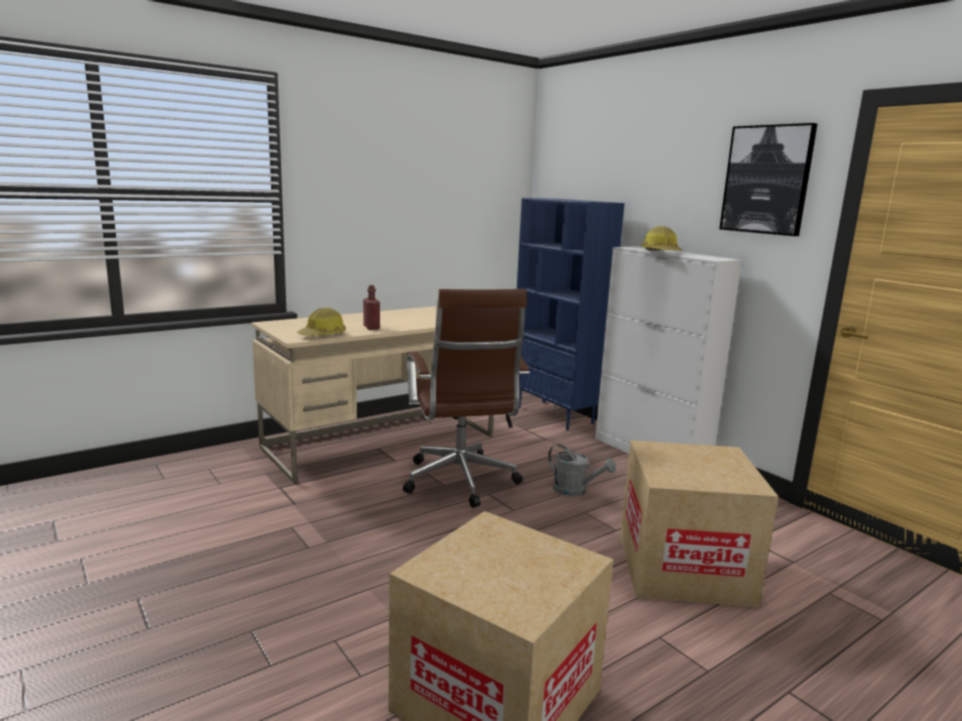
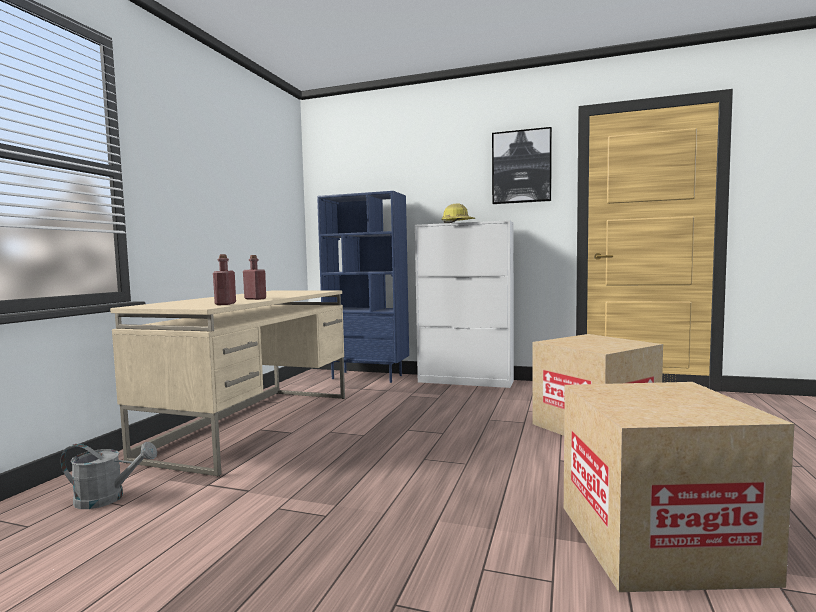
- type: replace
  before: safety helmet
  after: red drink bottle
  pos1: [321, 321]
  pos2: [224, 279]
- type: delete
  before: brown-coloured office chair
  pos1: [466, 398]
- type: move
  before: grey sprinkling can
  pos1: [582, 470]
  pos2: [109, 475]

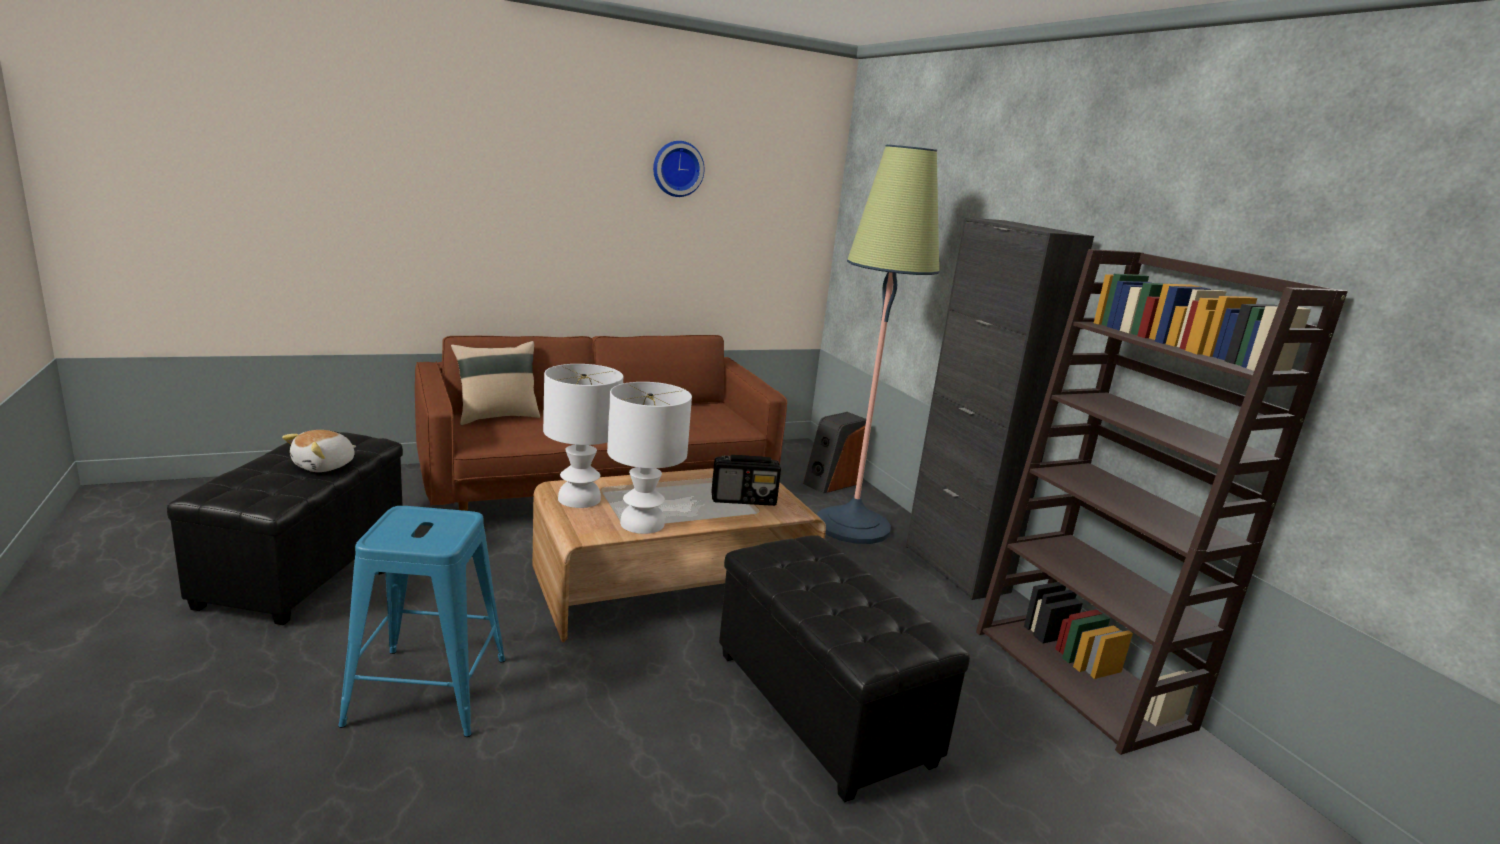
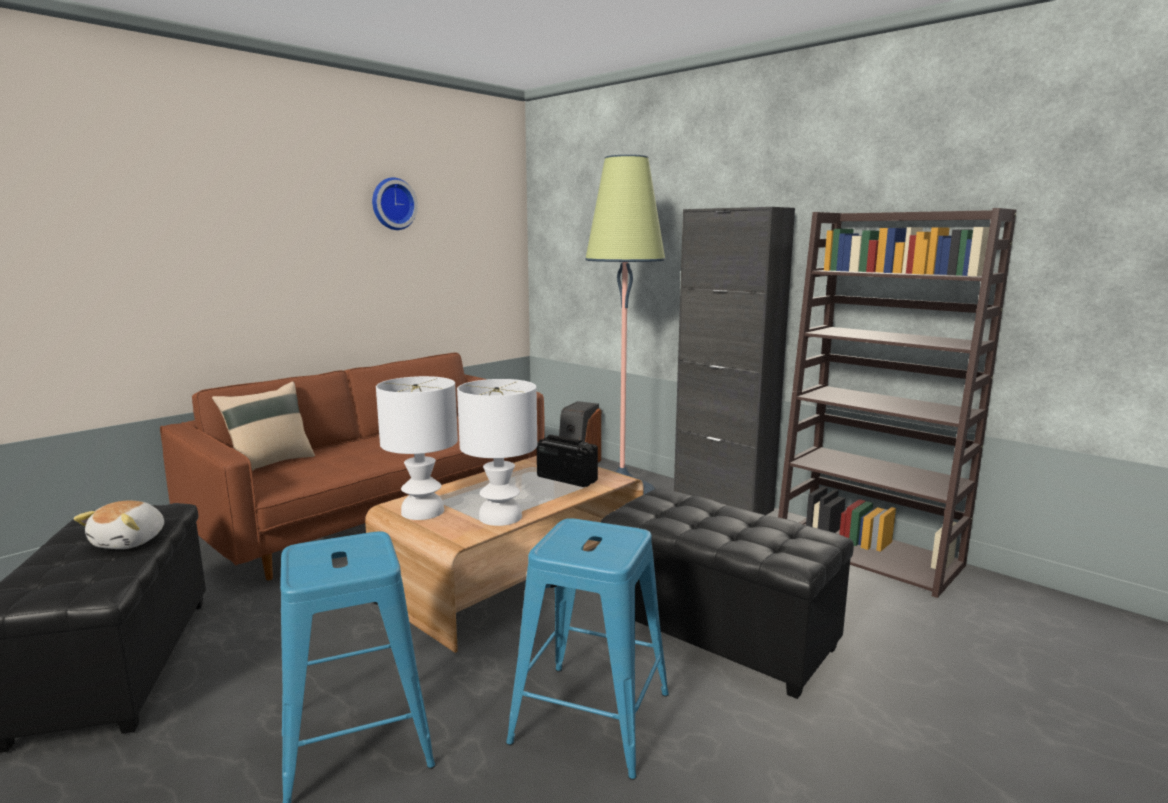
- type: rotate
  before: radio receiver
  pos1: [746, 480]
  pos2: [567, 461]
  turn: -120
- type: insert
  after: bluish stool seat
  pos2: [587, 649]

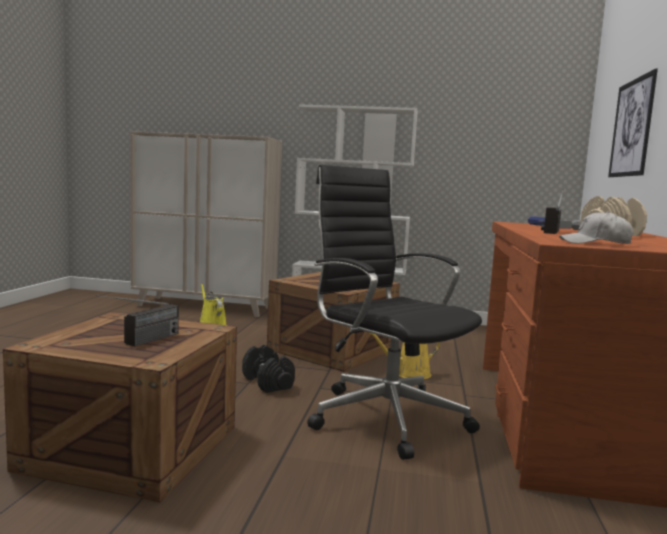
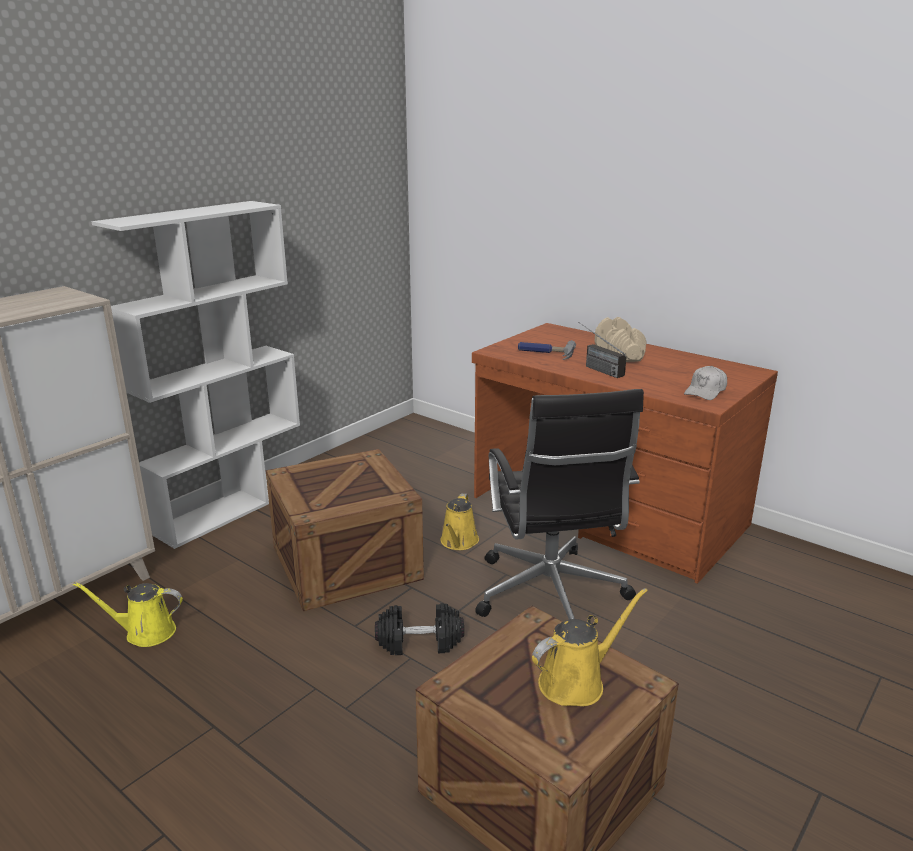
- type: replace
  before: radio receiver
  after: yellowish sprinkling can
  pos1: [138, 320]
  pos2: [590, 647]
- type: rotate
  before: black-coloured office chair
  pos1: [394, 312]
  pos2: [559, 504]
  turn: -90
- type: delete
  before: picture
  pos1: [633, 123]

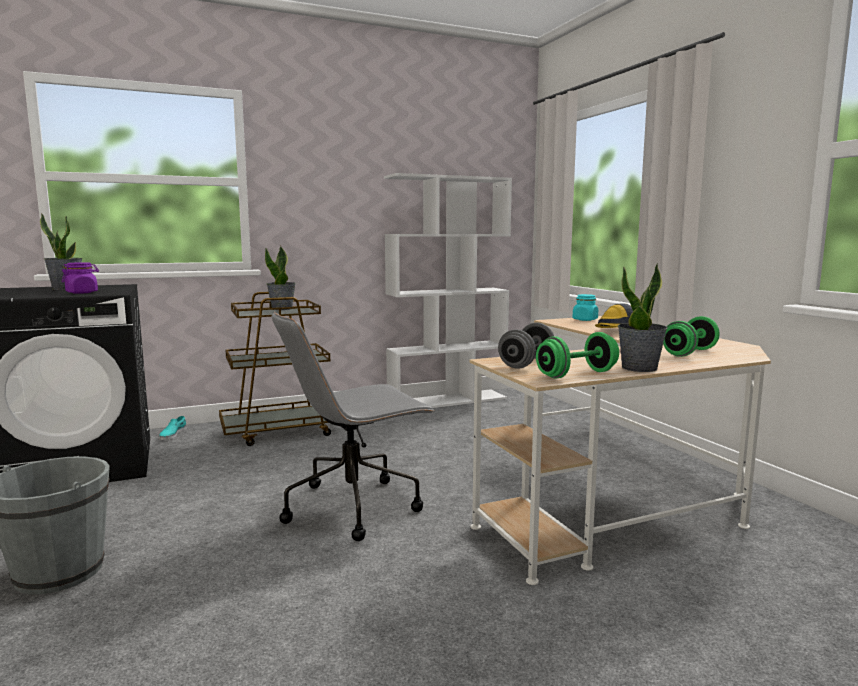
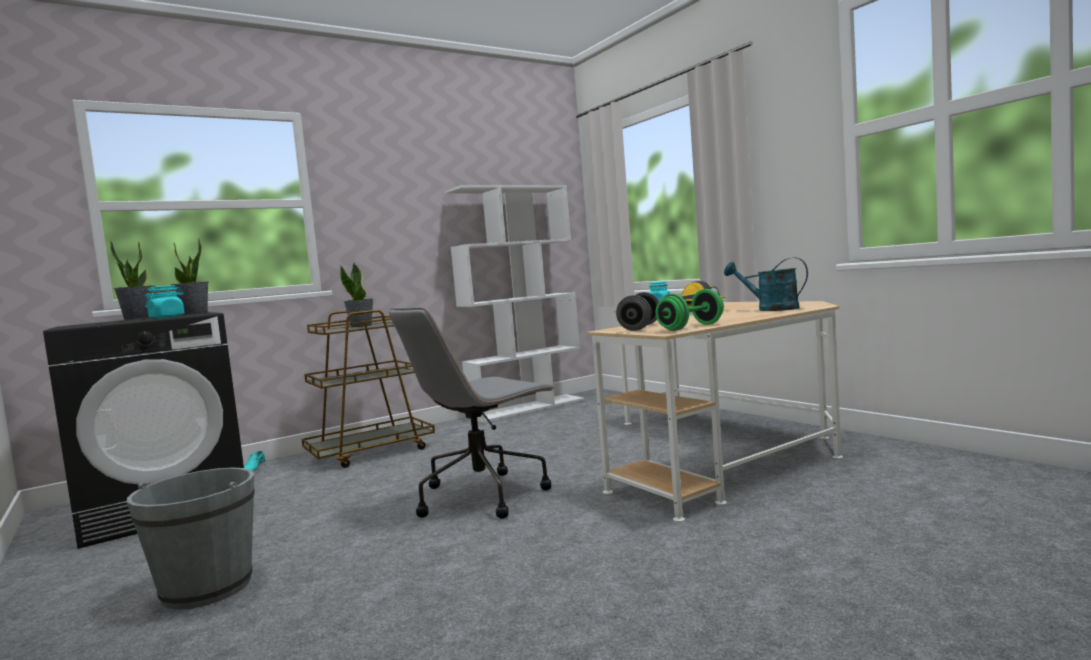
- type: recolor
  before: purplish jar
  after: blue-green jar
  pos1: [80, 278]
  pos2: [165, 301]
- type: move
  before: houseplant
  pos1: [643, 317]
  pos2: [189, 276]
- type: replace
  before: green-coloured dumbbell
  after: blue-green sprinkling can
  pos1: [691, 336]
  pos2: [766, 284]

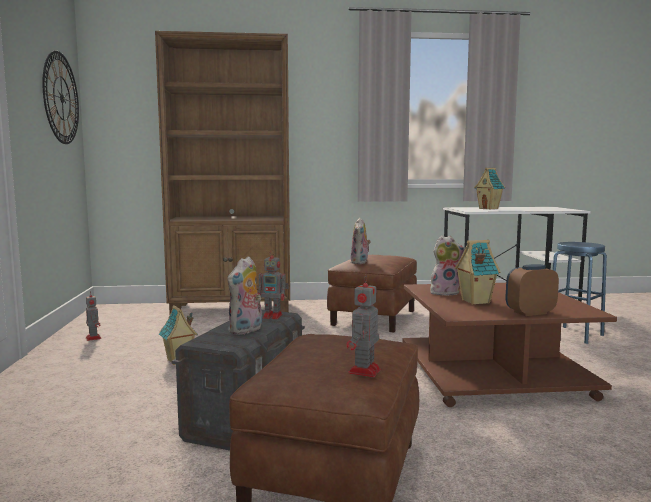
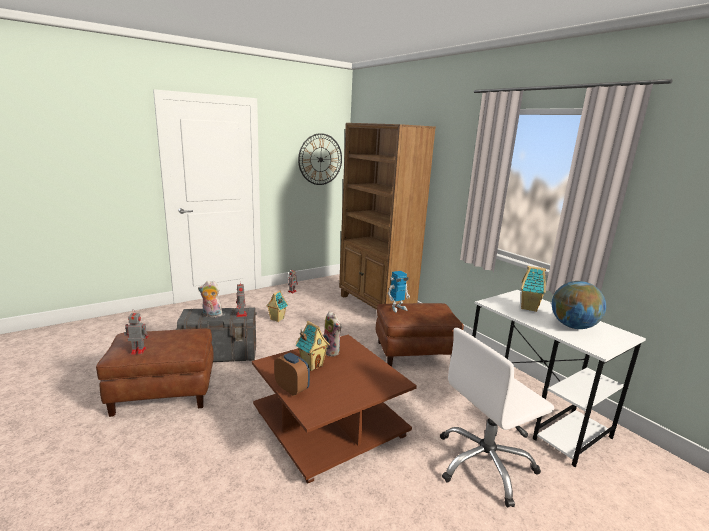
- type: replace
  before: soft toy
  after: robot figure
  pos1: [360, 241]
  pos2: [398, 292]
- type: replace
  before: bluish stool seat
  after: white-coloured office chair
  pos1: [579, 293]
  pos2: [497, 418]
- type: insert
  after: desk globe
  pos2: [579, 305]

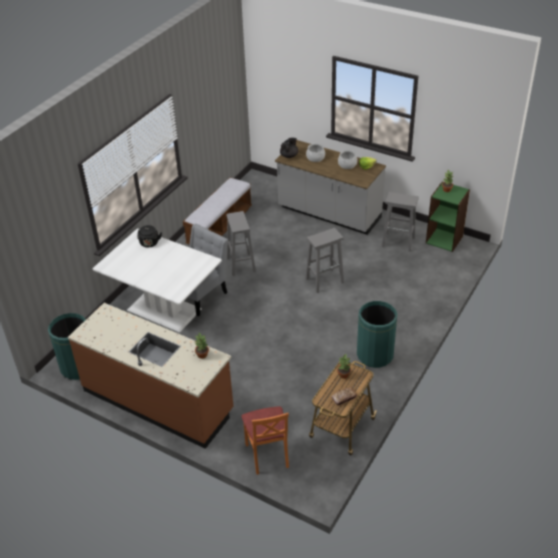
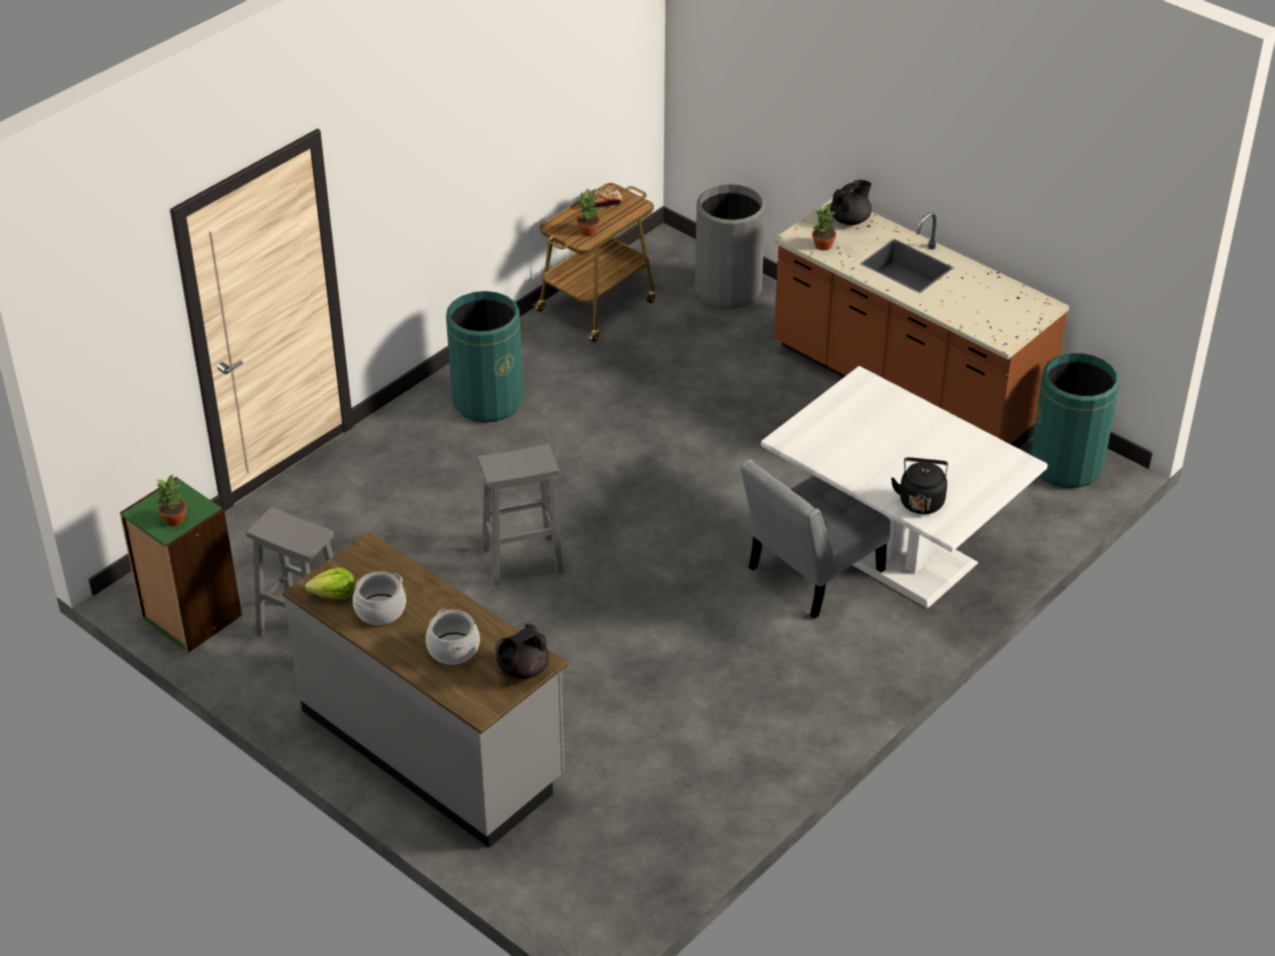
- type: delete
  before: long seat
  pos1: [217, 210]
- type: delete
  before: grey stool seat
  pos1: [241, 243]
- type: replace
  before: orangey plain chair
  after: grey rubbish bin
  pos1: [265, 440]
  pos2: [730, 246]
- type: insert
  after: black-coloured tea pot
  pos2: [851, 202]

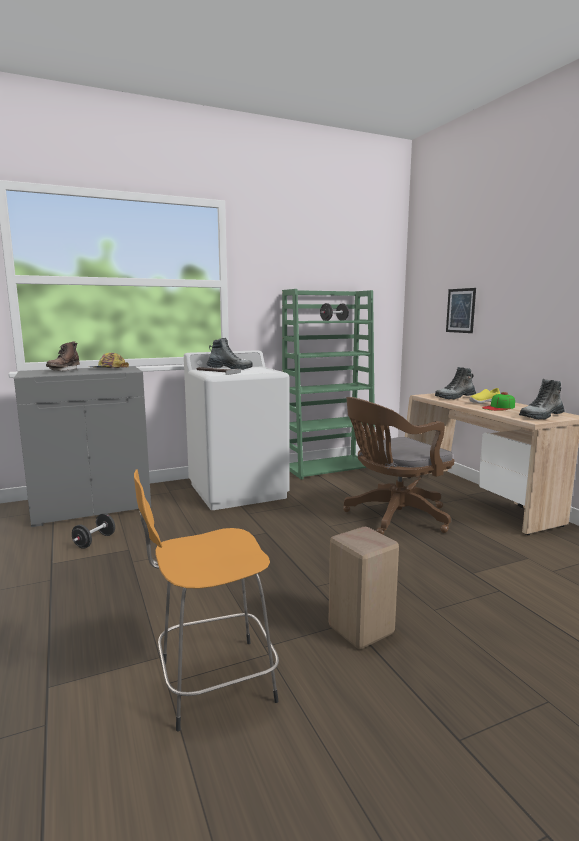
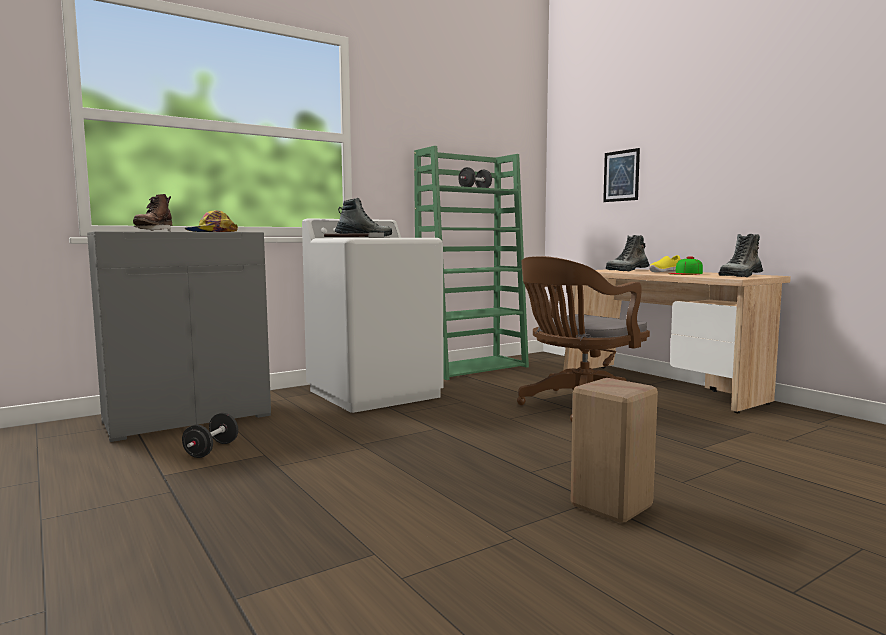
- type: delete
  before: orangey stool seat
  pos1: [206, 600]

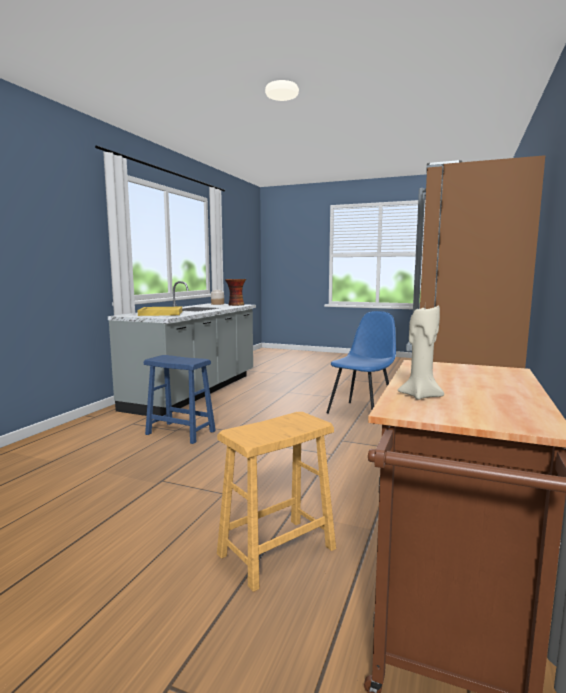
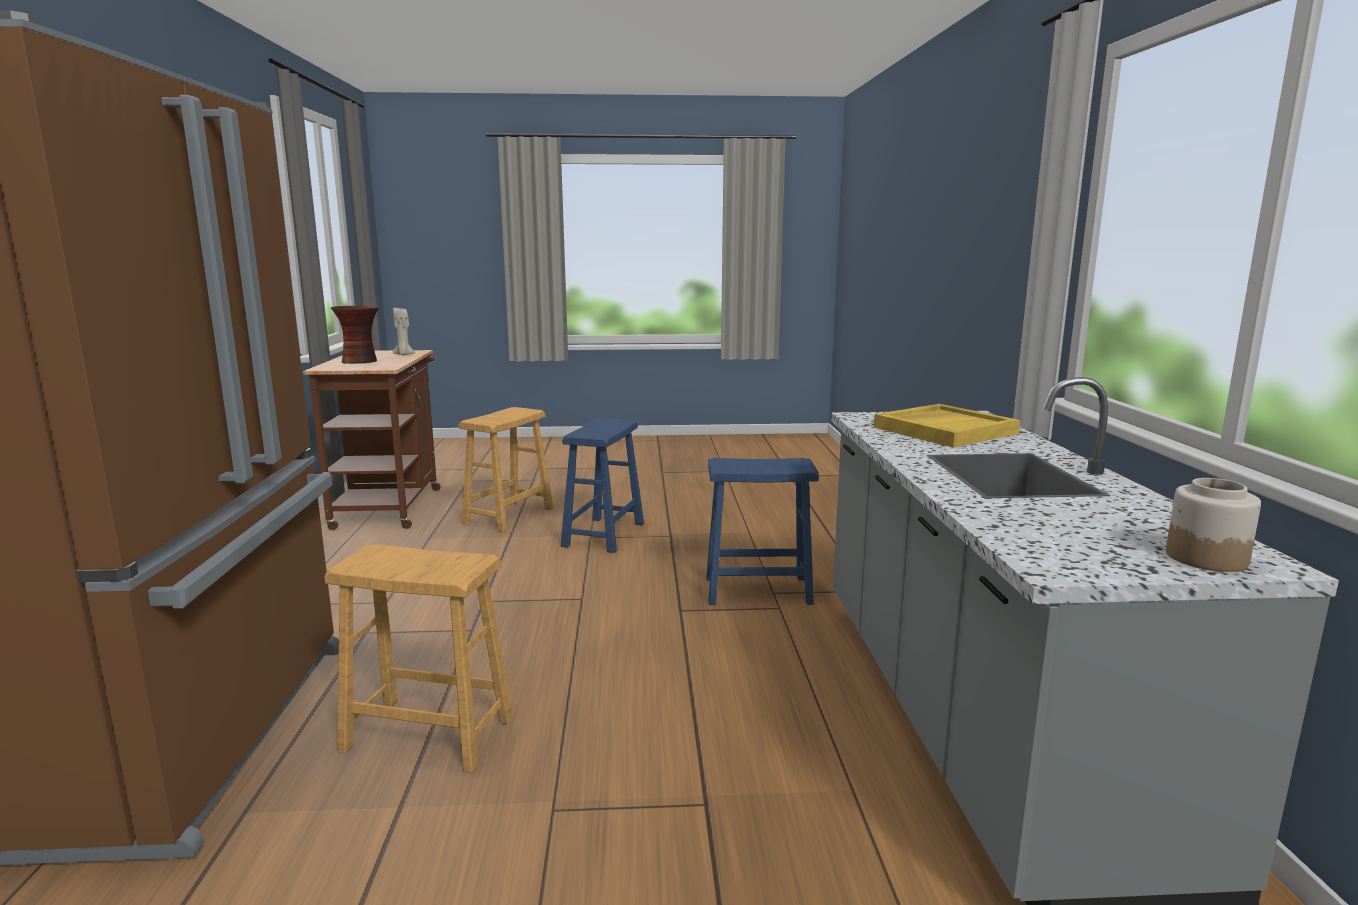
- type: move
  before: decorative vase
  pos1: [235, 292]
  pos2: [355, 335]
- type: replace
  before: bluish plain chair
  after: brown-coloured stool seat
  pos1: [361, 362]
  pos2: [419, 658]
- type: insert
  after: bluish stool seat
  pos2: [602, 485]

